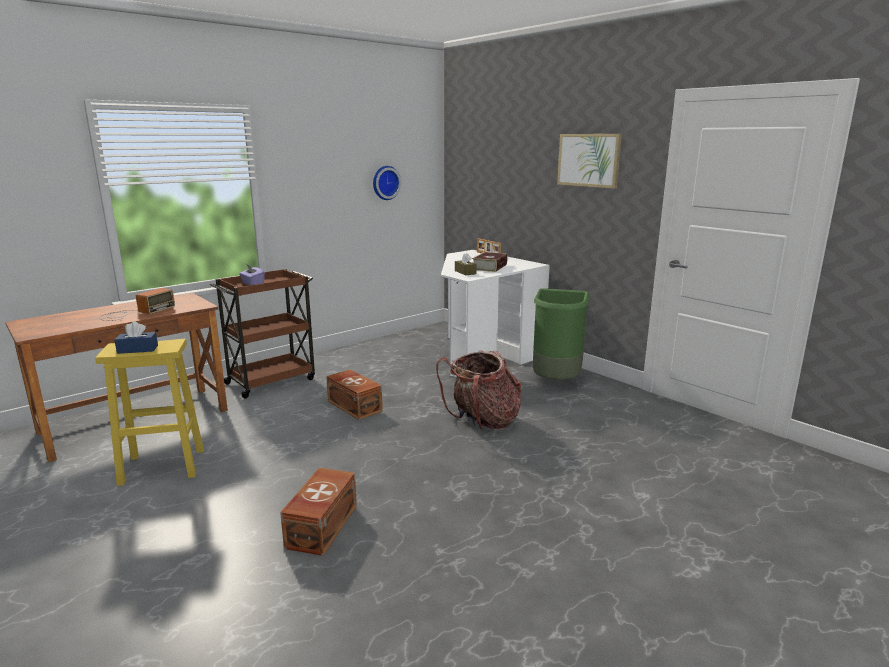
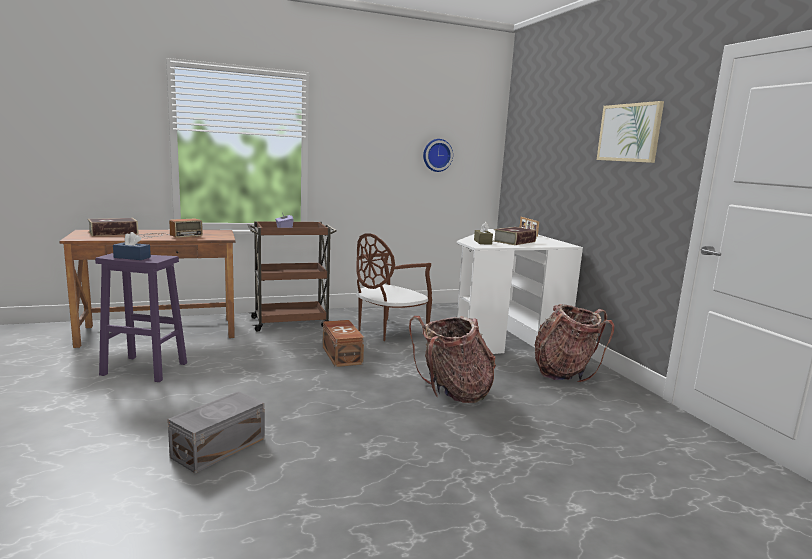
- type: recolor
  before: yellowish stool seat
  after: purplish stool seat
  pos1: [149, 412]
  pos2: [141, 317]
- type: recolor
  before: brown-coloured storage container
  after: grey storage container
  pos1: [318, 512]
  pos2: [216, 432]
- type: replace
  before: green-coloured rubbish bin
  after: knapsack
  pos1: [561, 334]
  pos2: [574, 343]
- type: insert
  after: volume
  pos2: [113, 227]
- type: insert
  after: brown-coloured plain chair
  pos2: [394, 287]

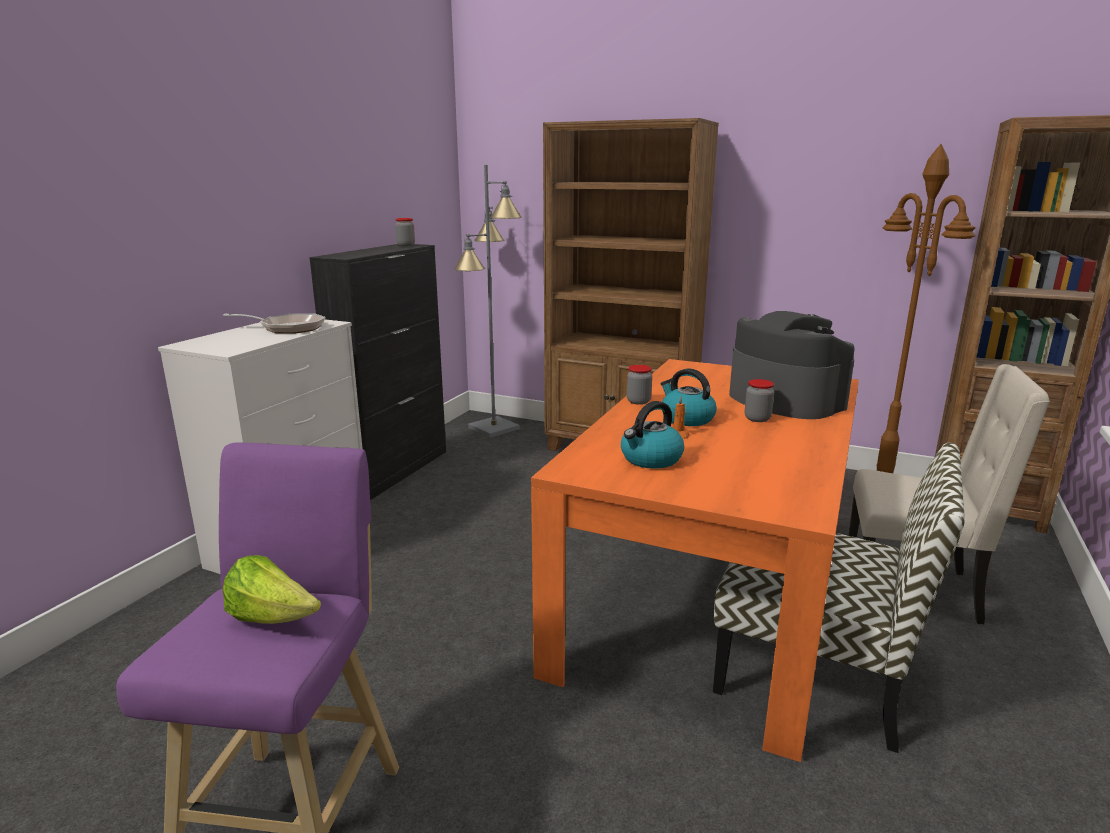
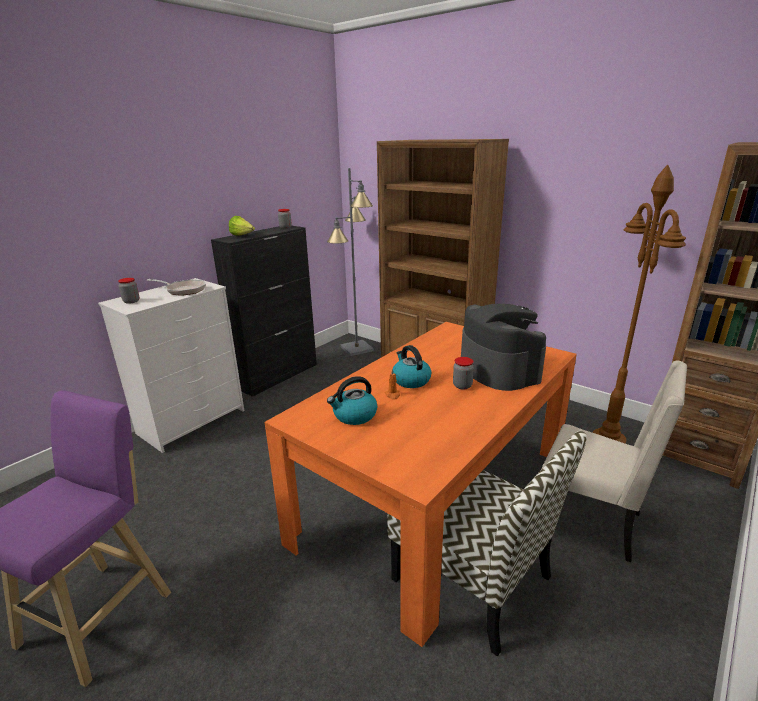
- type: move
  before: lettuce head
  pos1: [271, 589]
  pos2: [242, 226]
- type: move
  before: jar
  pos1: [639, 385]
  pos2: [128, 291]

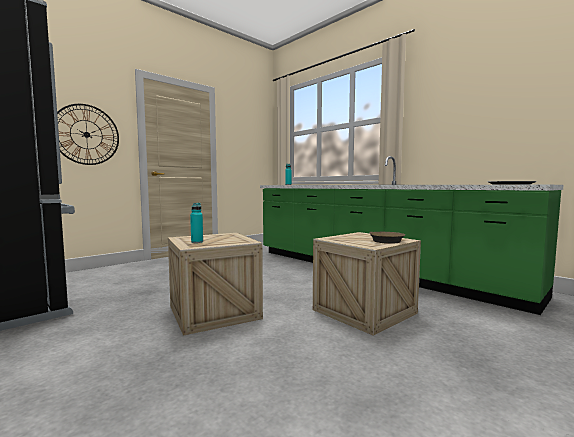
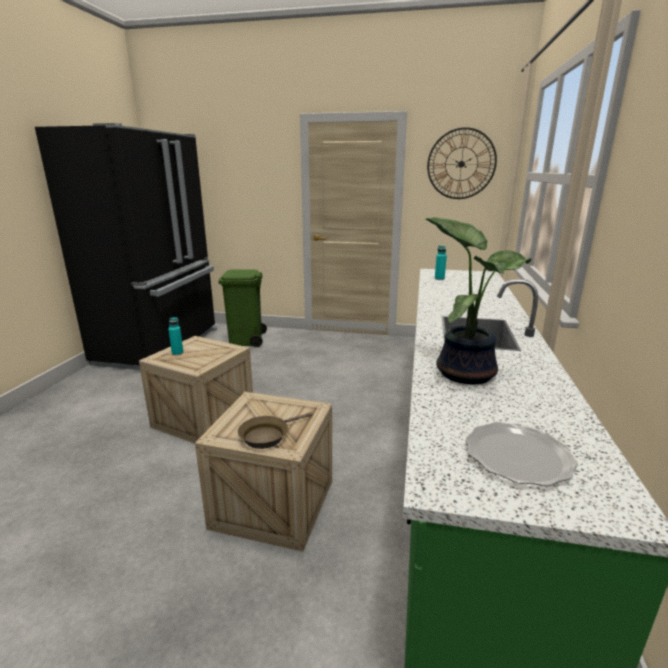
- type: move
  before: clock on the wall
  pos1: [88, 134]
  pos2: [462, 163]
- type: insert
  after: green-coloured rubbish bin
  pos2: [242, 308]
- type: insert
  after: houseplant
  pos2: [478, 300]

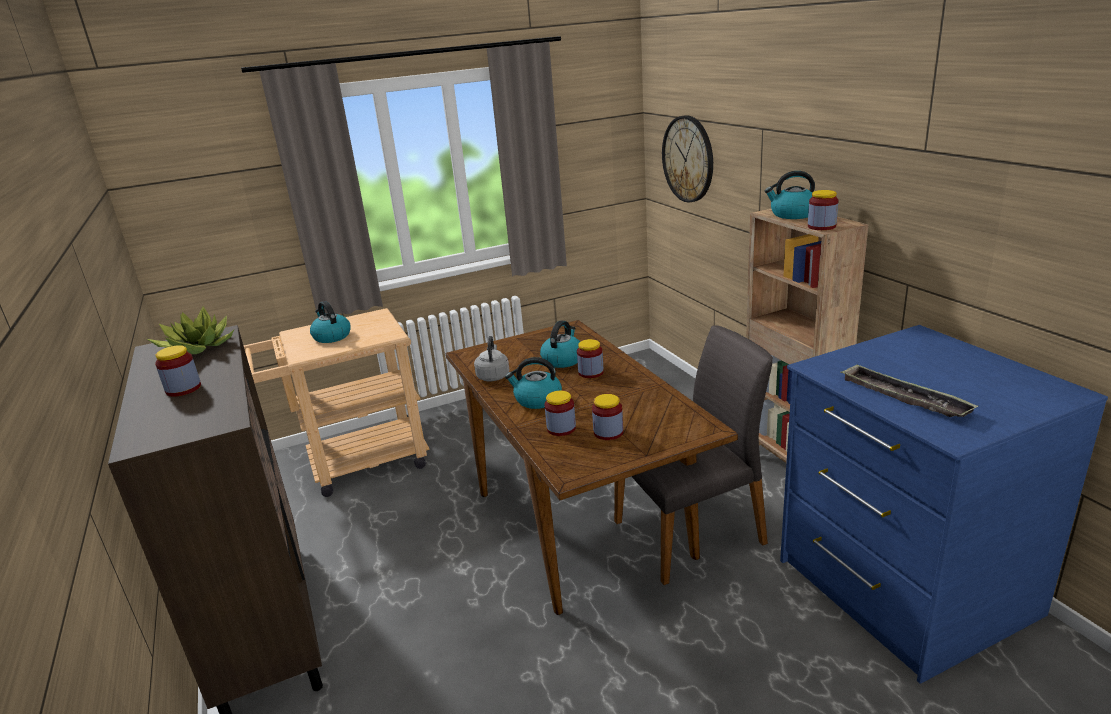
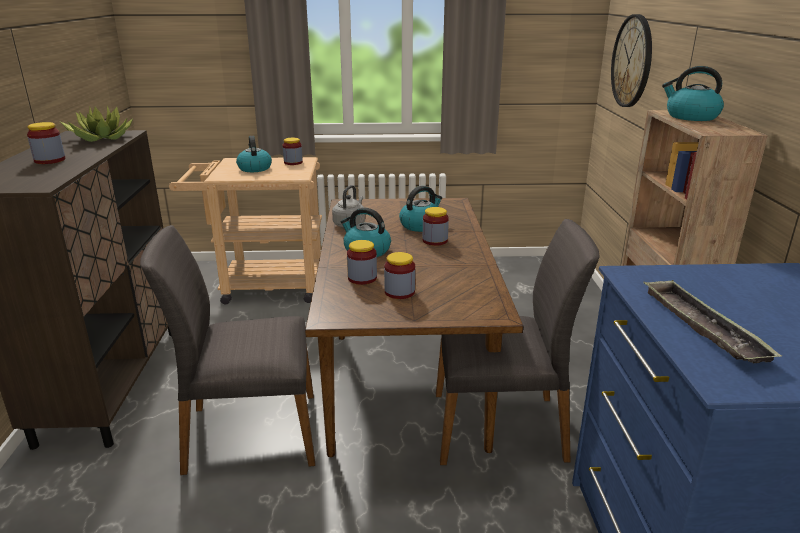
- type: move
  before: jar
  pos1: [823, 210]
  pos2: [293, 151]
- type: insert
  after: grey plain chair
  pos2: [227, 350]

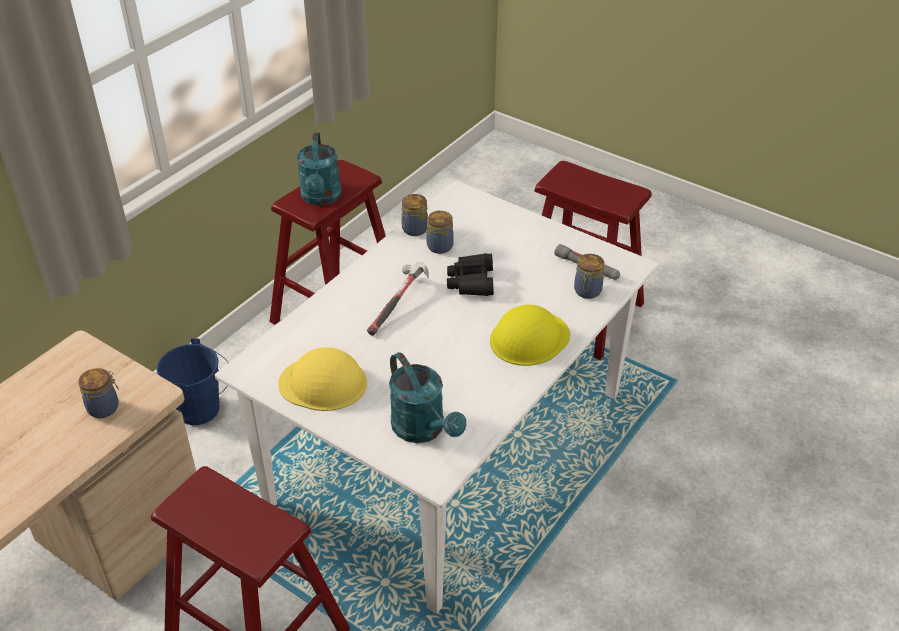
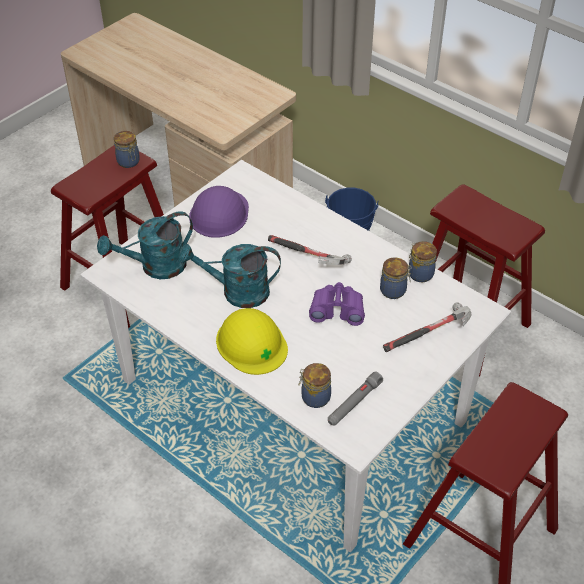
- type: move
  before: jar
  pos1: [98, 393]
  pos2: [127, 149]
- type: recolor
  before: yellowish safety helmet
  after: purplish safety helmet
  pos1: [322, 379]
  pos2: [219, 212]
- type: move
  before: blue-green sprinkling can
  pos1: [319, 169]
  pos2: [229, 276]
- type: recolor
  before: black-coloured binoculars
  after: purplish binoculars
  pos1: [470, 274]
  pos2: [337, 304]
- type: insert
  after: tool hammer
  pos2: [427, 327]

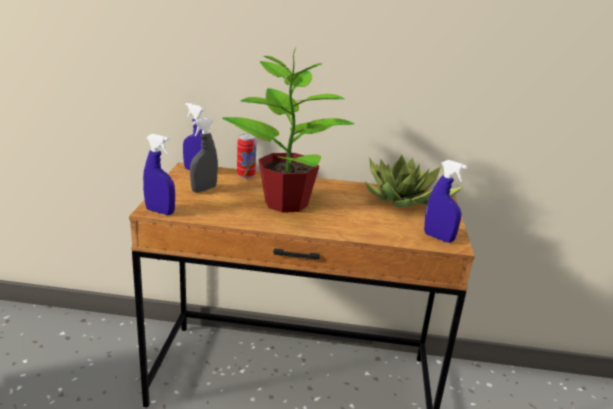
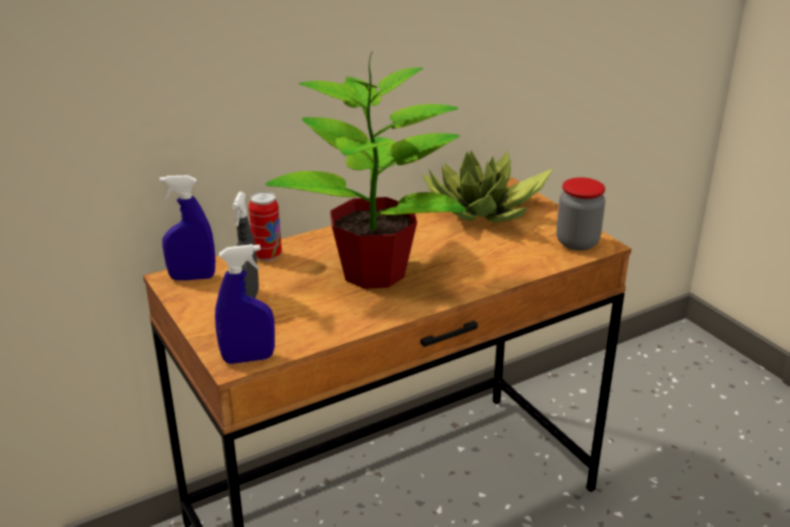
- type: replace
  before: bluish spray bottle
  after: jar
  pos1: [445, 201]
  pos2: [580, 214]

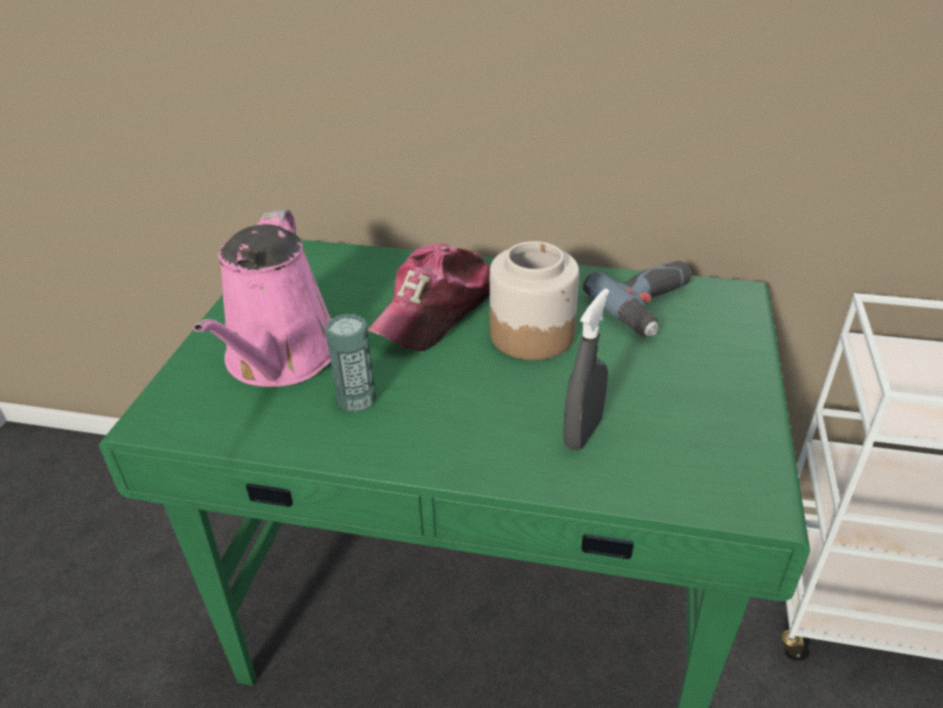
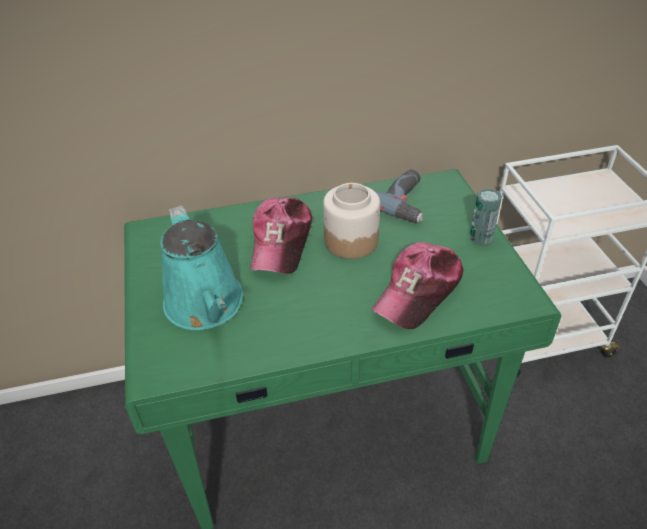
- type: recolor
  before: pinkish sprinkling can
  after: blue-green sprinkling can
  pos1: [262, 298]
  pos2: [201, 267]
- type: move
  before: sealed can
  pos1: [350, 363]
  pos2: [486, 216]
- type: replace
  before: grey spray bottle
  after: peaked cap
  pos1: [586, 369]
  pos2: [418, 285]

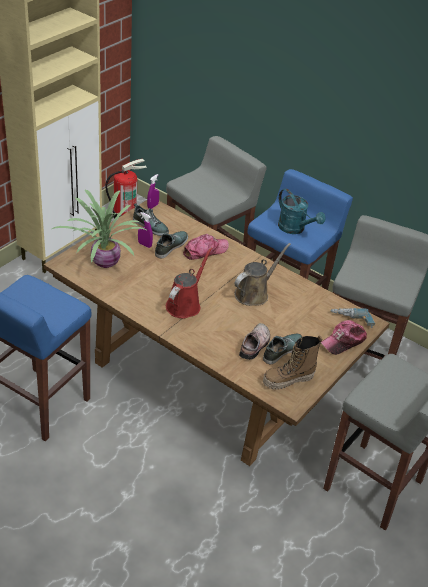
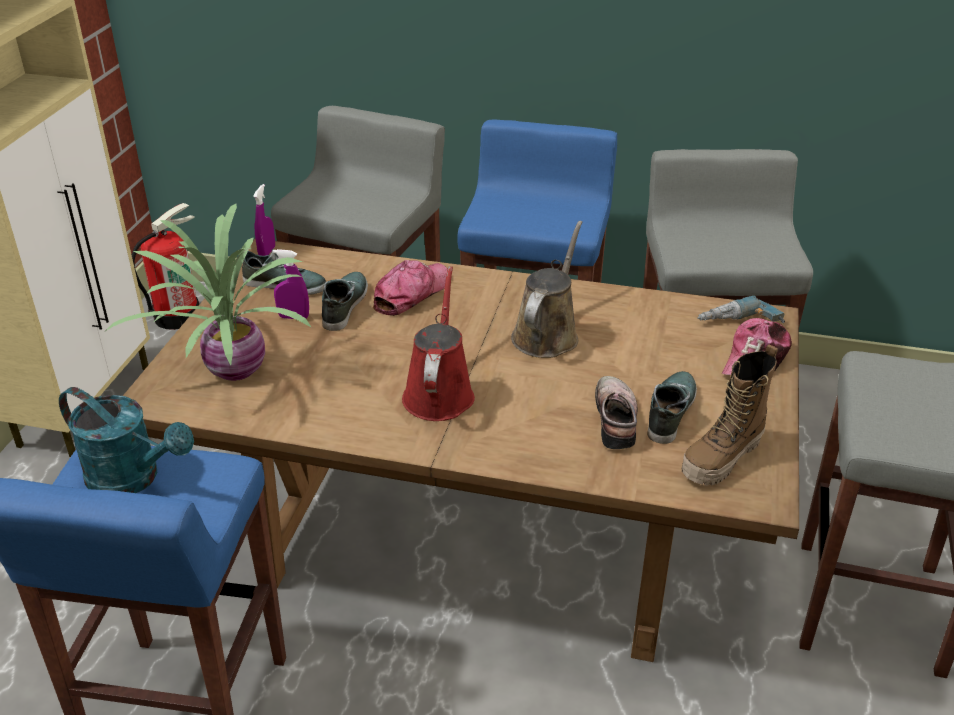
- type: move
  before: blue-green sprinkling can
  pos1: [302, 211]
  pos2: [126, 440]

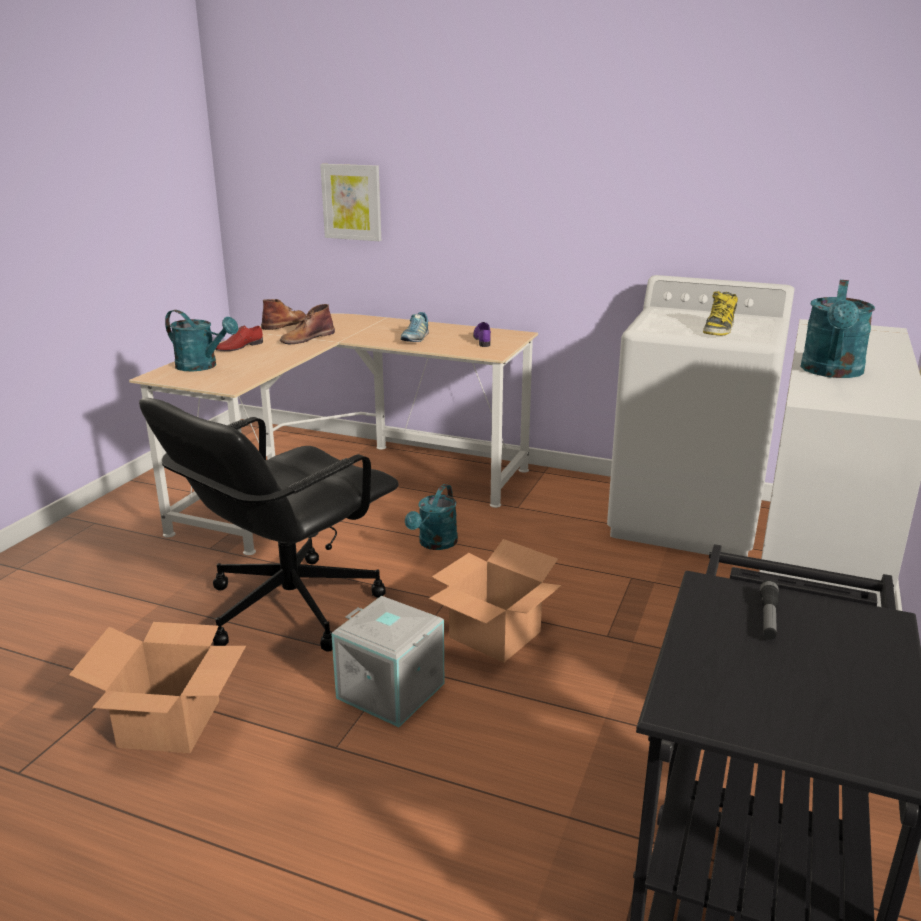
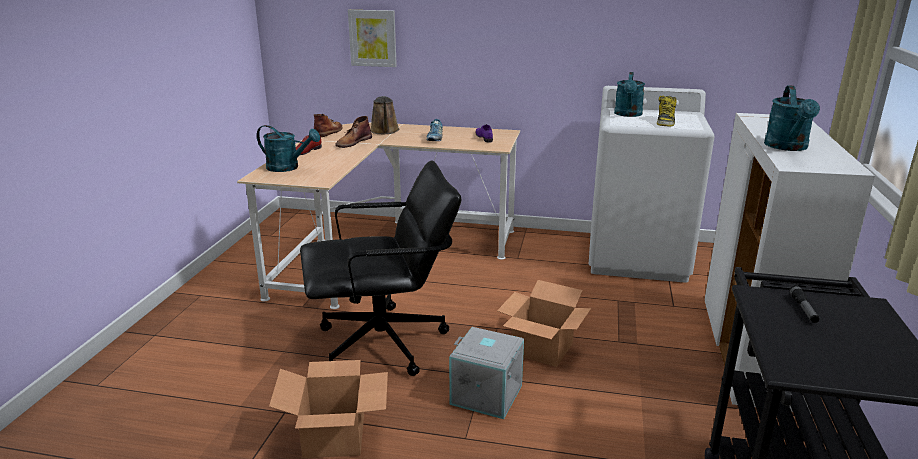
- type: rotate
  before: black-coloured office chair
  pos1: [269, 525]
  pos2: [380, 268]
  turn: -135
- type: move
  before: blue-green sprinkling can
  pos1: [431, 517]
  pos2: [629, 94]
- type: insert
  after: brown-coloured sprinkling can
  pos2: [385, 115]

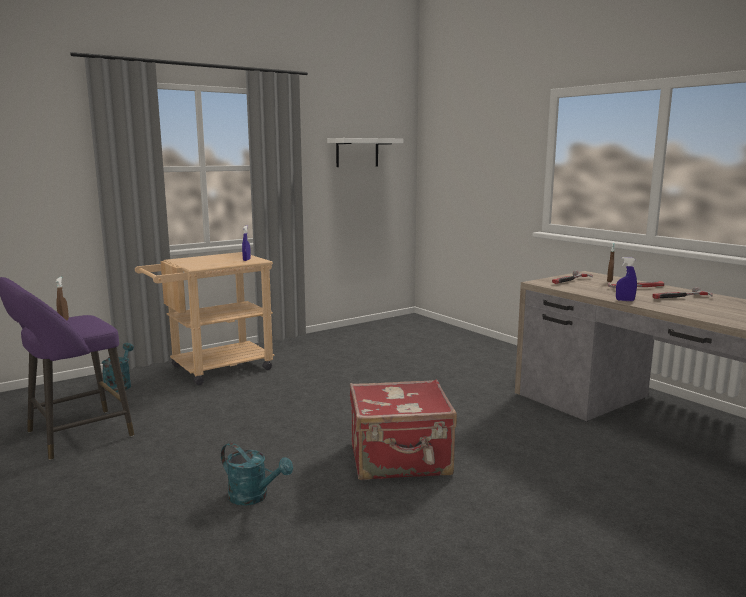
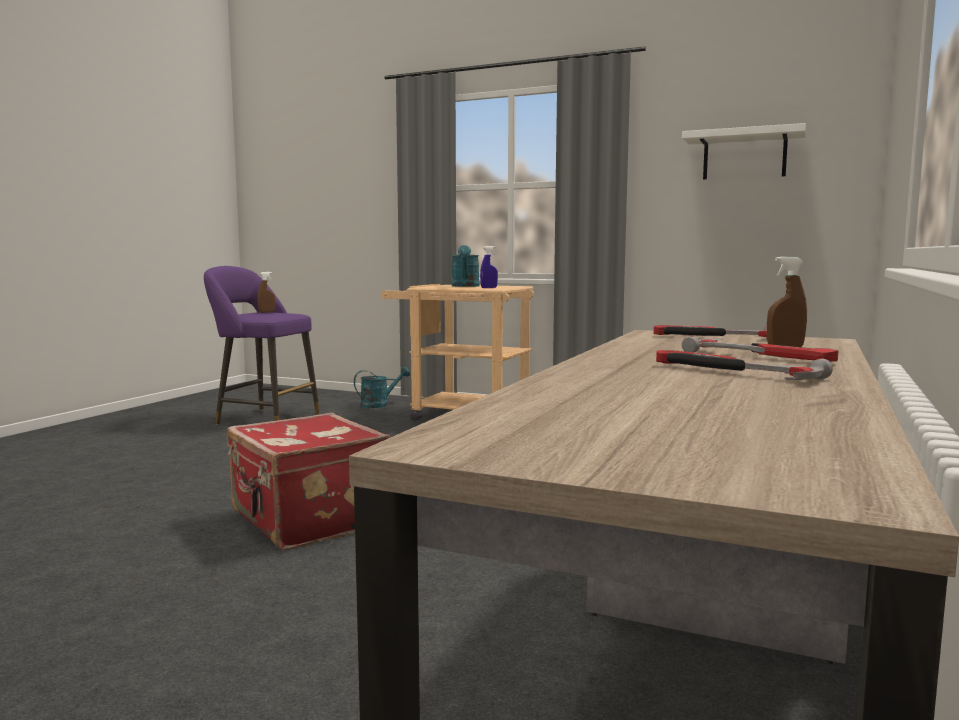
- type: move
  before: blue-green sprinkling can
  pos1: [257, 474]
  pos2: [466, 266]
- type: delete
  before: bluish spray bottle
  pos1: [626, 279]

